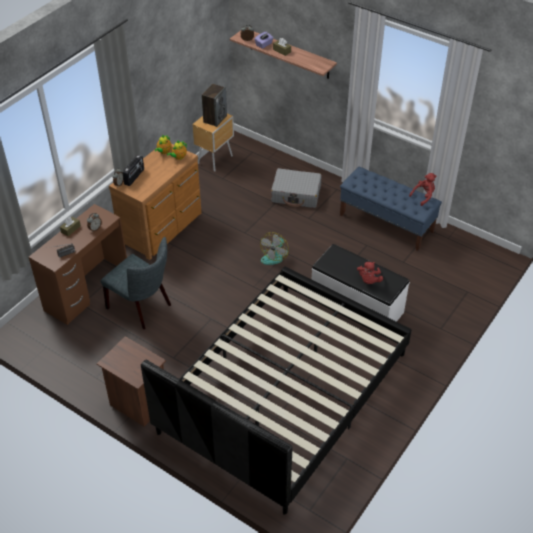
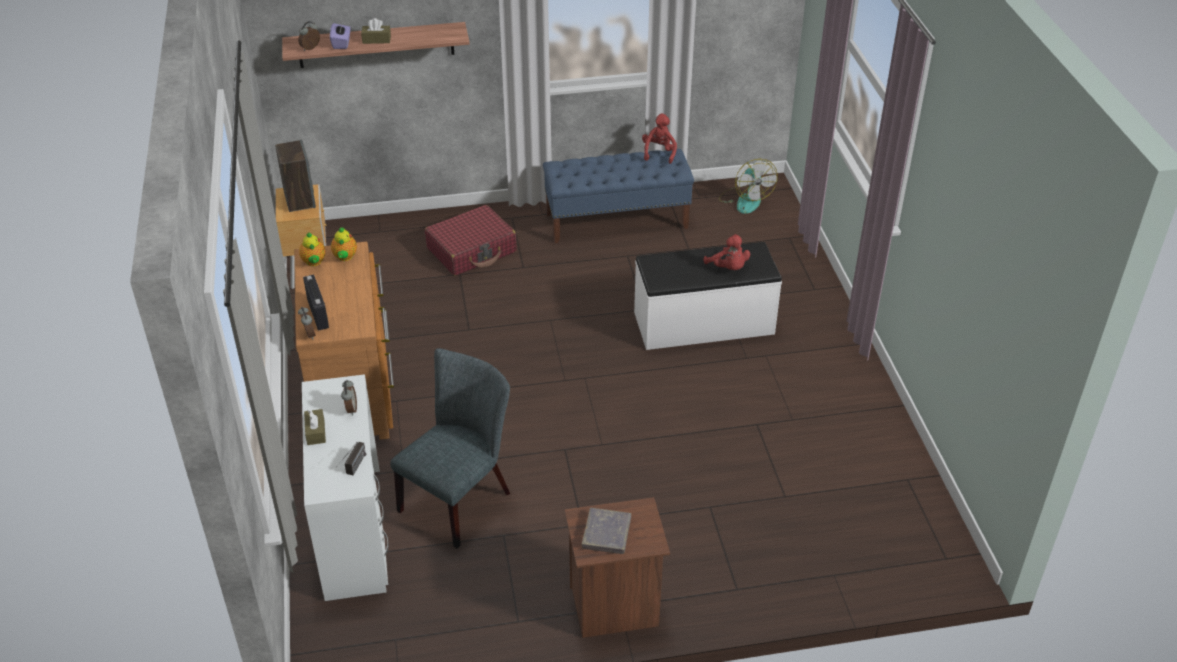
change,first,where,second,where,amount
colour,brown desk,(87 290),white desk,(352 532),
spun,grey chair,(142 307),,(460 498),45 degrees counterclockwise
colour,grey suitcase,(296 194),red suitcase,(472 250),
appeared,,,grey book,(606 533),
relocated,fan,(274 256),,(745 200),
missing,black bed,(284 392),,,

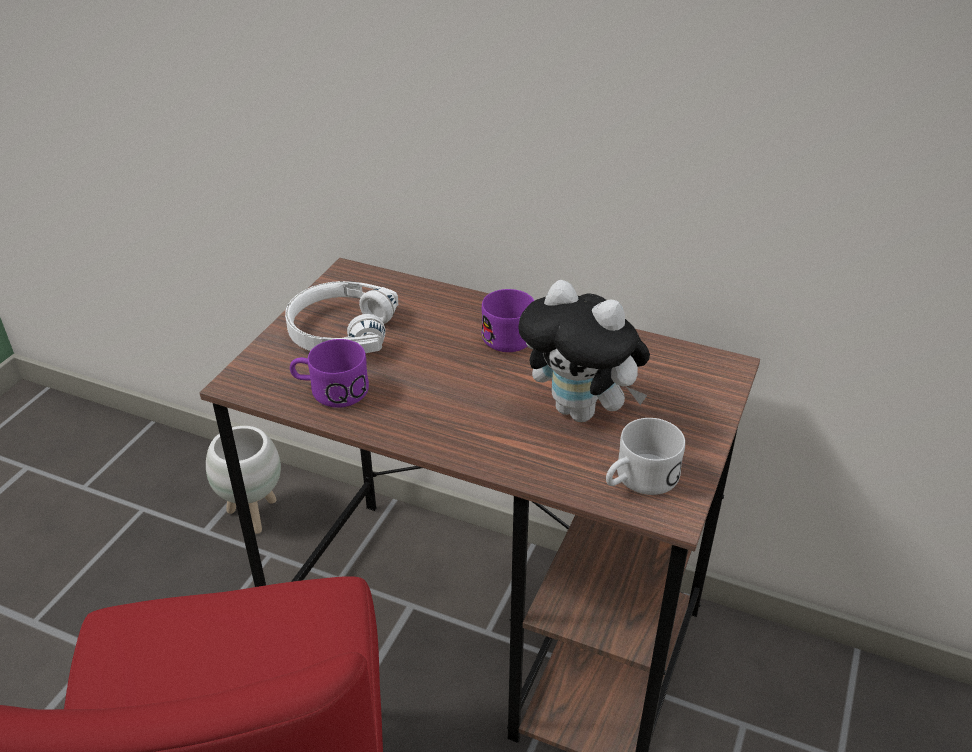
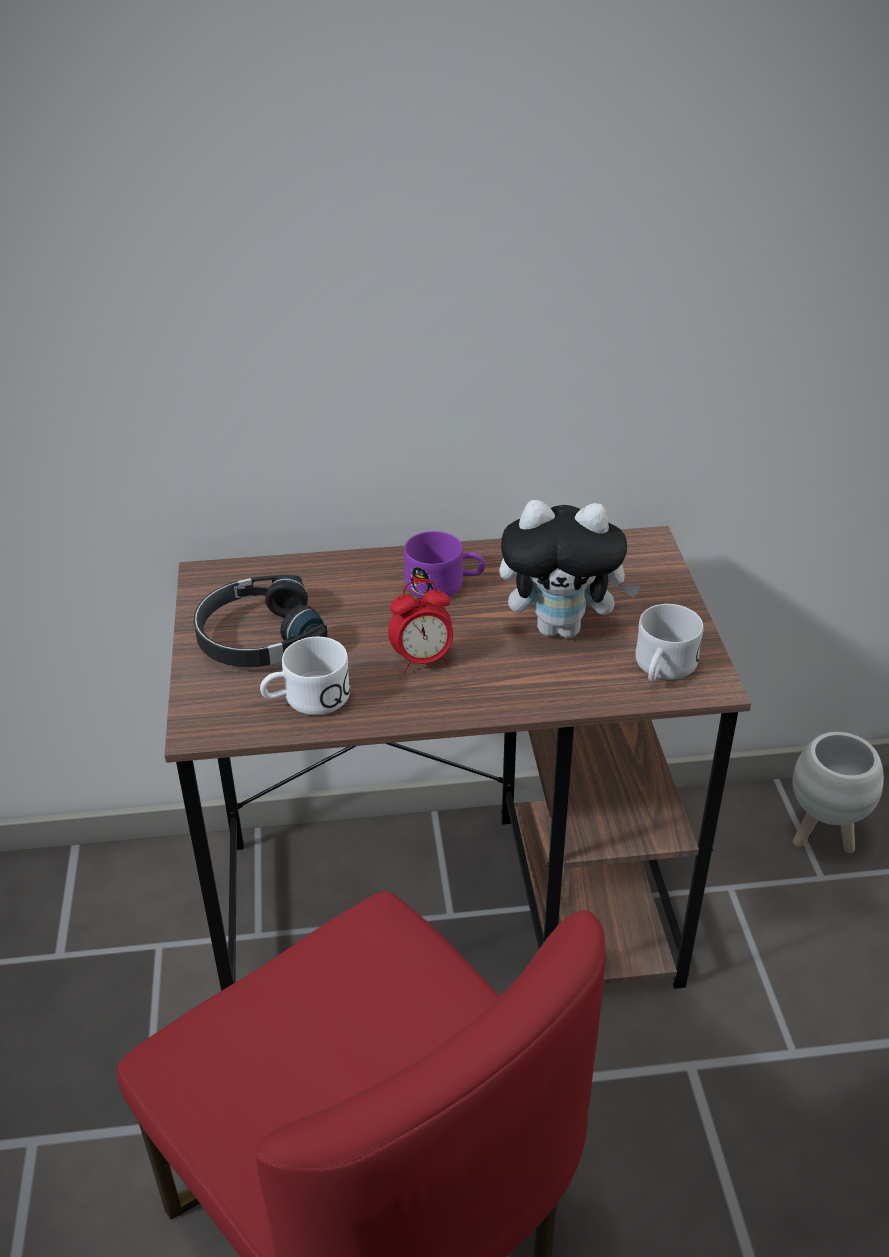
change,first,where,second,where,amount
colour,white headphones,(340 331),black headphones,(258 637),
colour,purple mug,(330 391),white mug,(306 699),
appeared,,,alarm clock,(422 660),
relocated,white planter,(254 515),,(823 836),

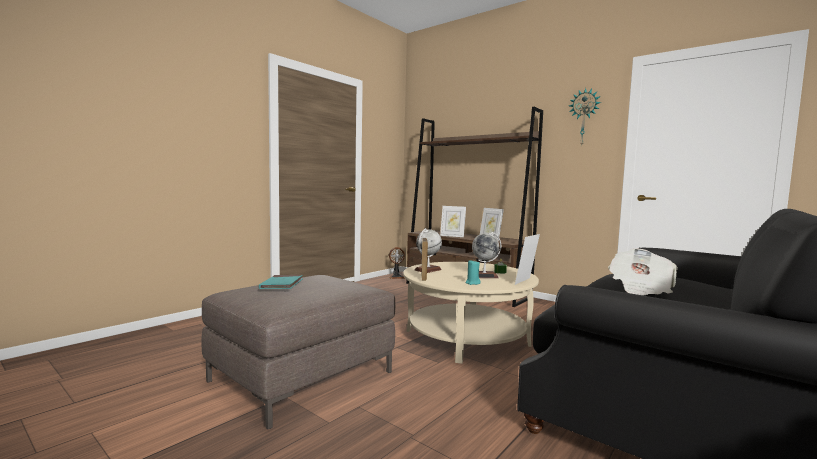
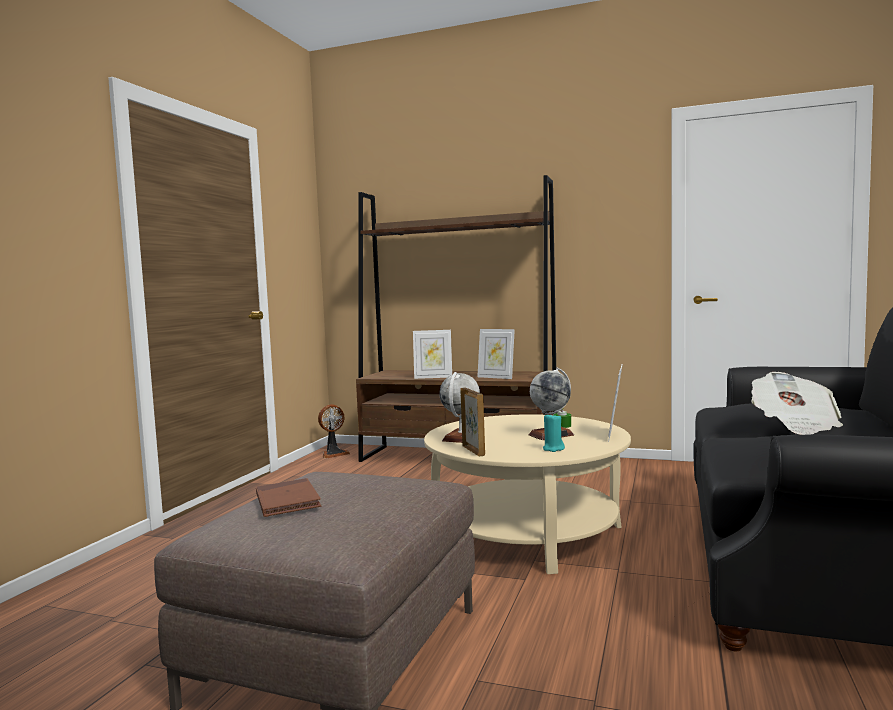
change,first,where,second,where,amount
colour,turquoise book,(282 285),brown book,(287 502),
missing,wall clock,(584 117),,,

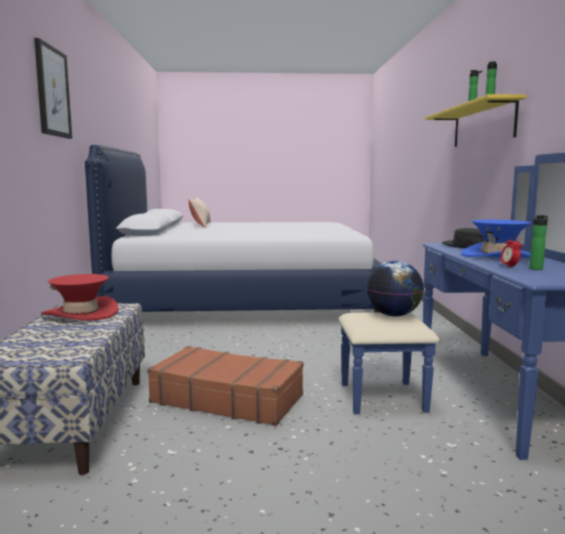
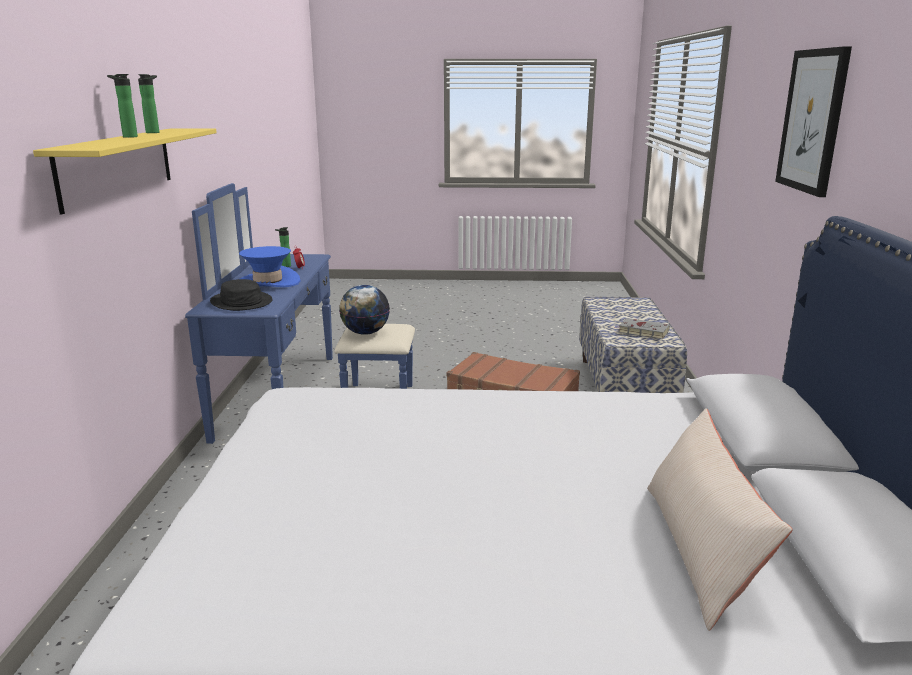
change,first,where,second,where,amount
exchanged,red hat,(81 314),grey book,(642 331),

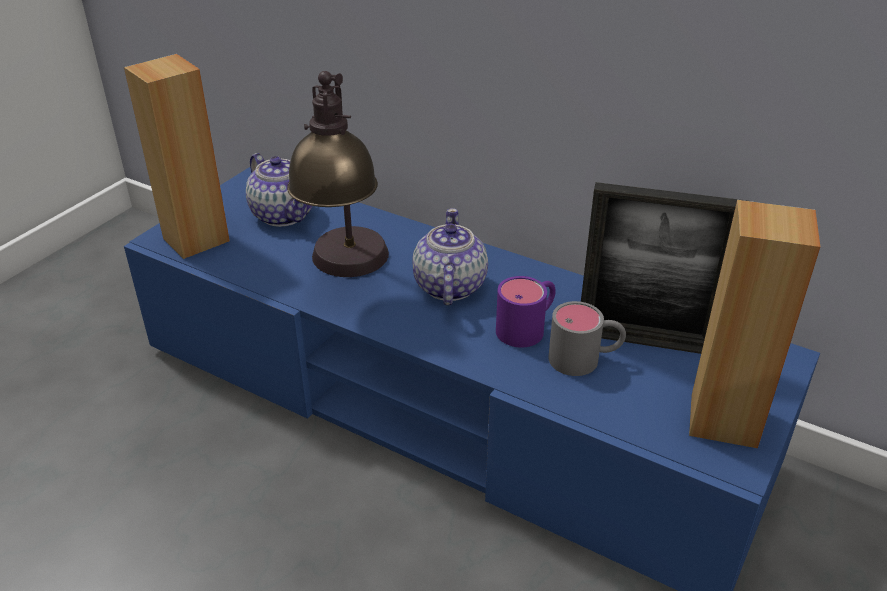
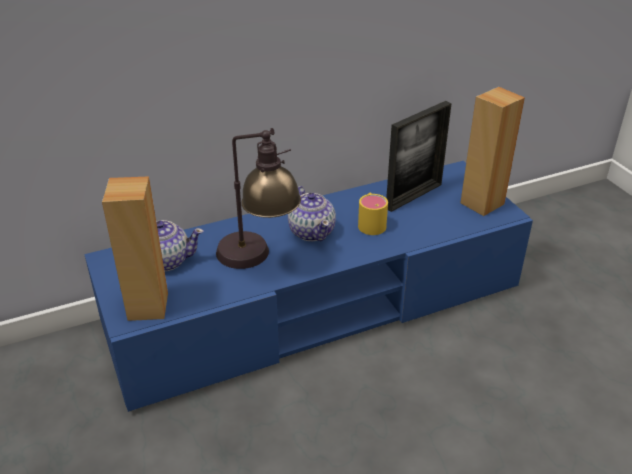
change,first,where,second,where,amount
spun,teapot,(449 287),,(312 231),150 degrees counterclockwise
colour,purple mug,(528 327),yellow mug,(371 222),
missing,grey mug,(585 359),,,

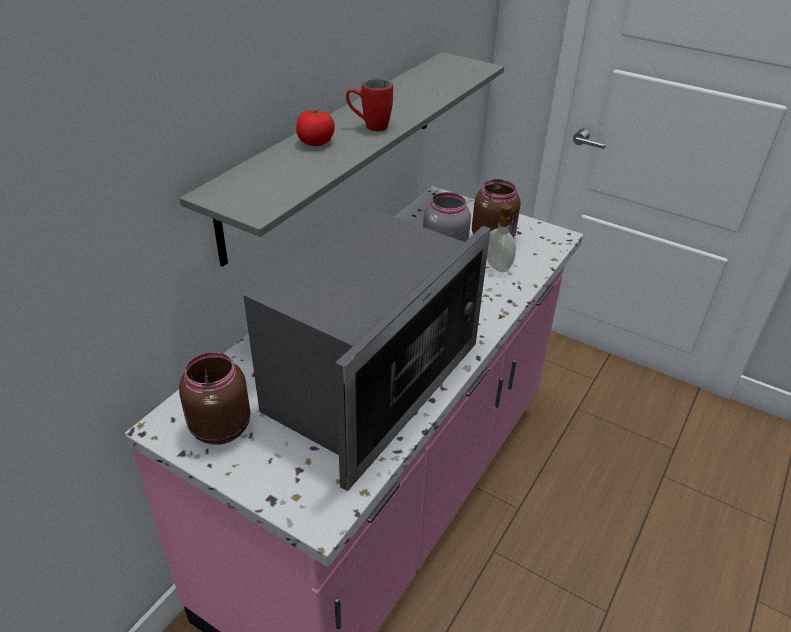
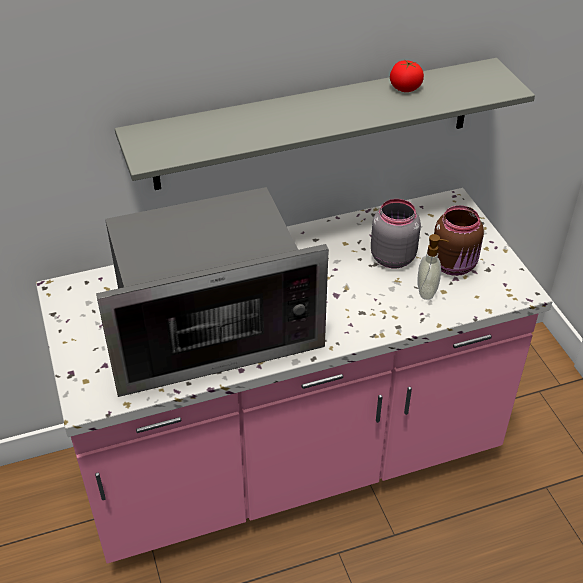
change,first,where,second,where,amount
relocated,tomato,(315 142),,(405 88),
missing,brown jar,(218 429),,,
missing,red mug,(369 126),,,

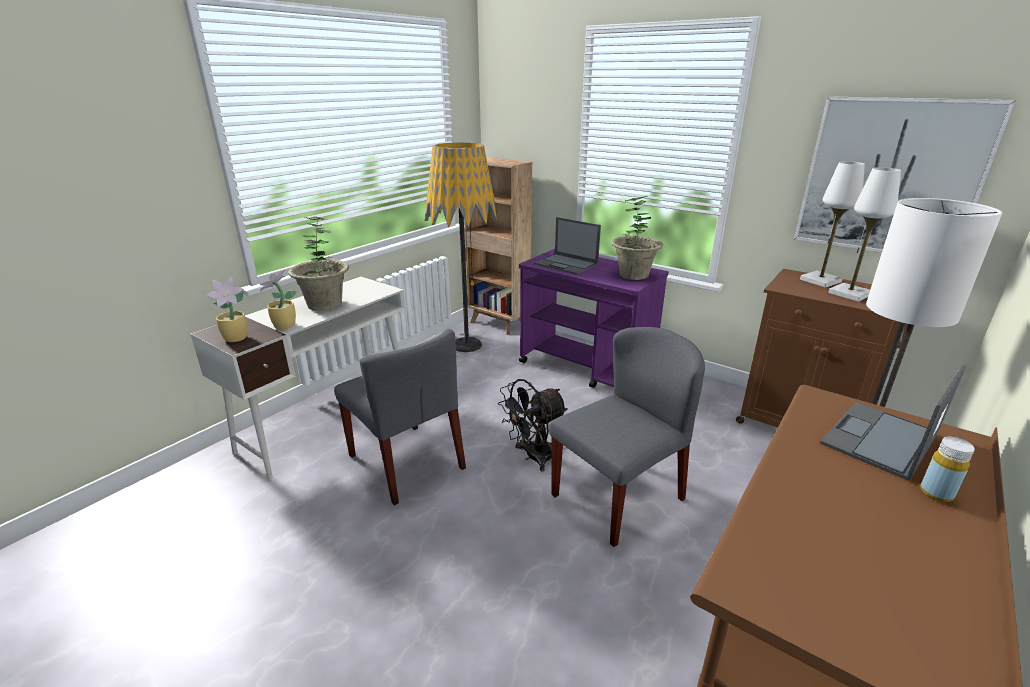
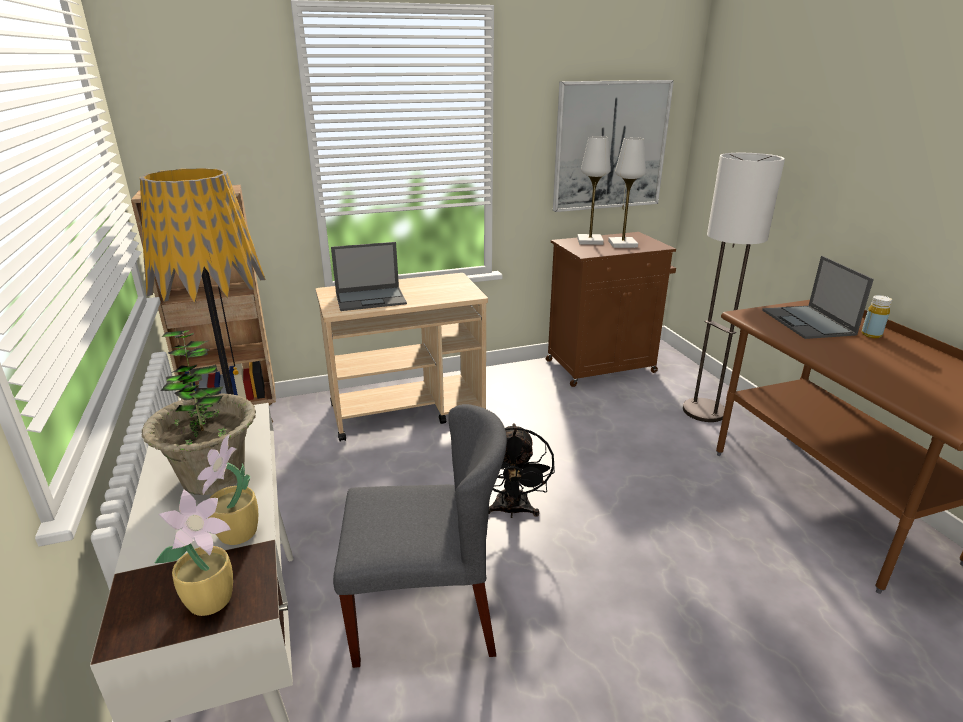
change,first,where,second,where,amount
colour,purple cart,(586 368),beige cart,(408 410),
missing,grey chair,(618 496),,,
missing,potted plant,(633 275),,,

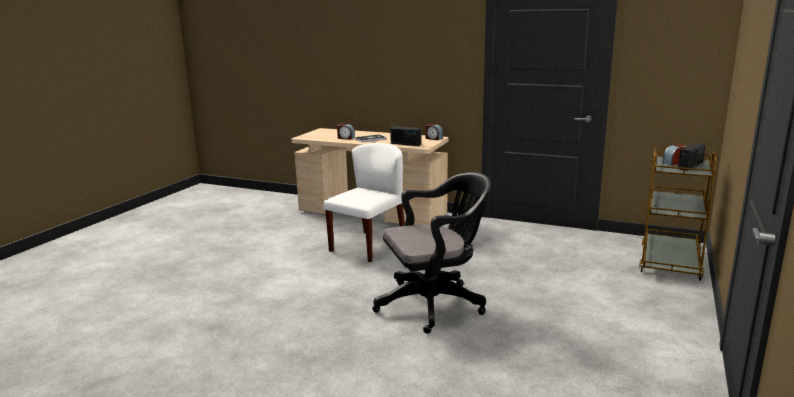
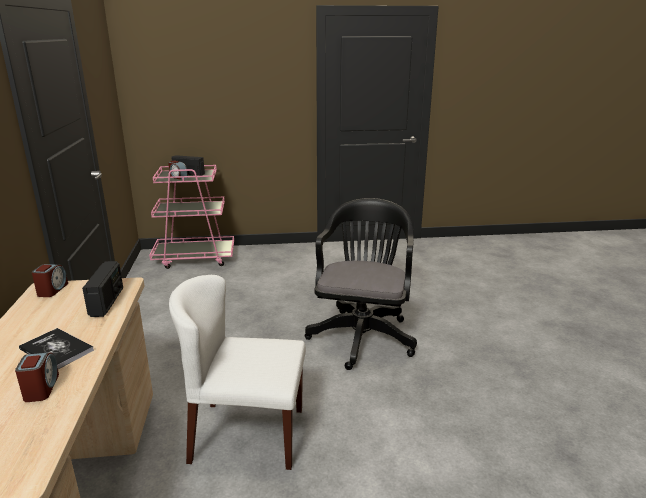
change,first,where,second,where,amount
colour,brown cart,(670 263),pink cart,(195 258),
spun,black office chair,(435 304),,(362 335),60 degrees clockwise

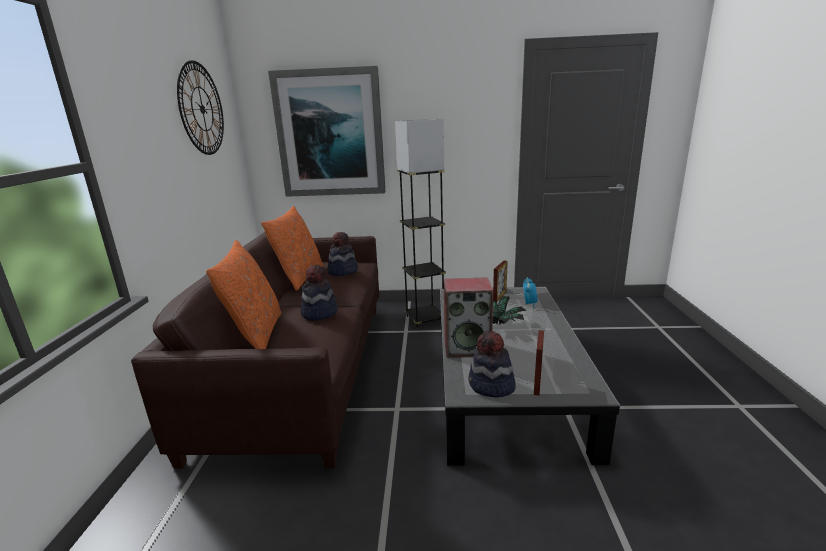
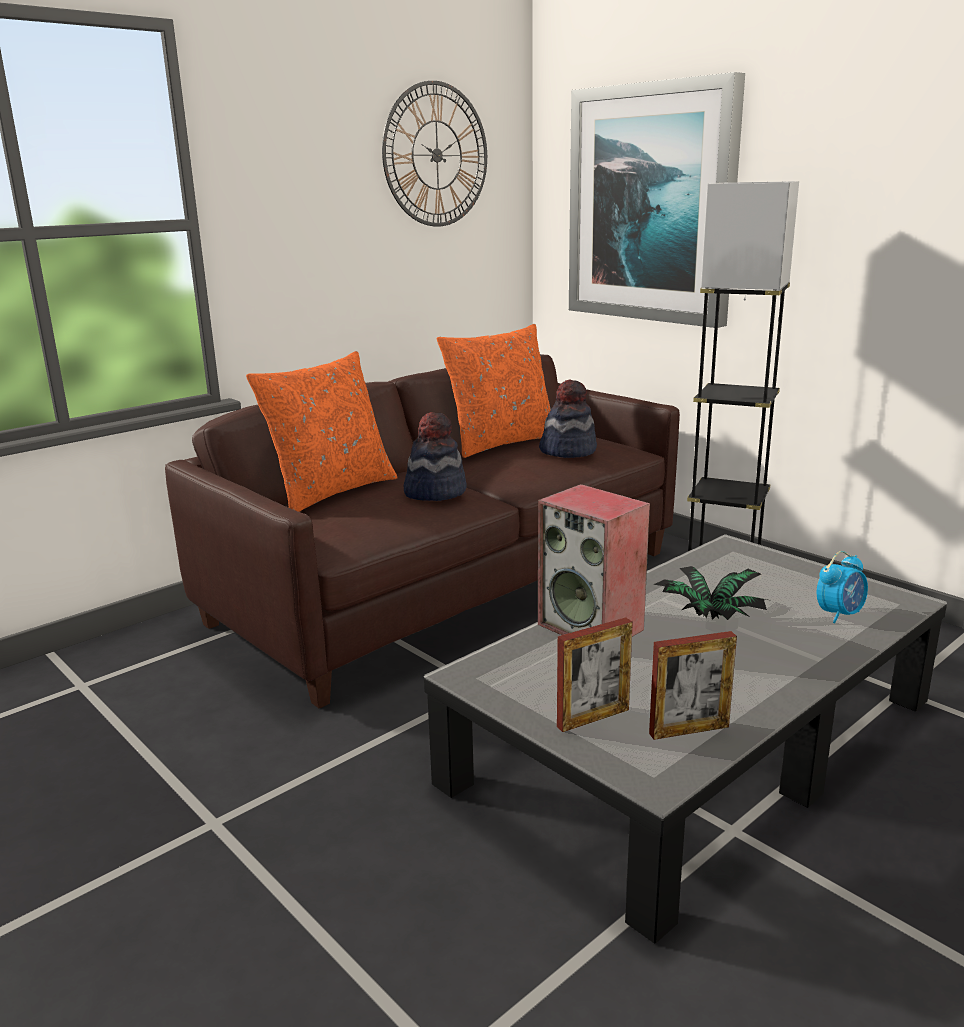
change,first,where,second,where,amount
relocated,picture frame,(499 297),,(689 730),
missing,hat,(491 386),,,

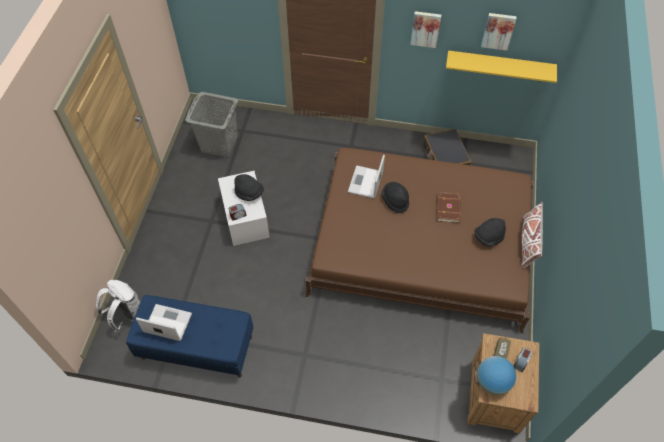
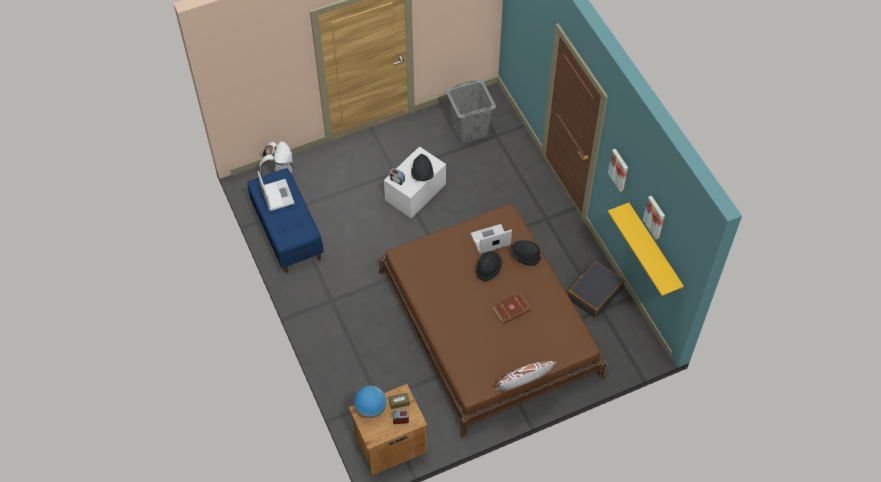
change,first,where,second,where,amount
relocated,black hat,(488 237),,(525 256),

